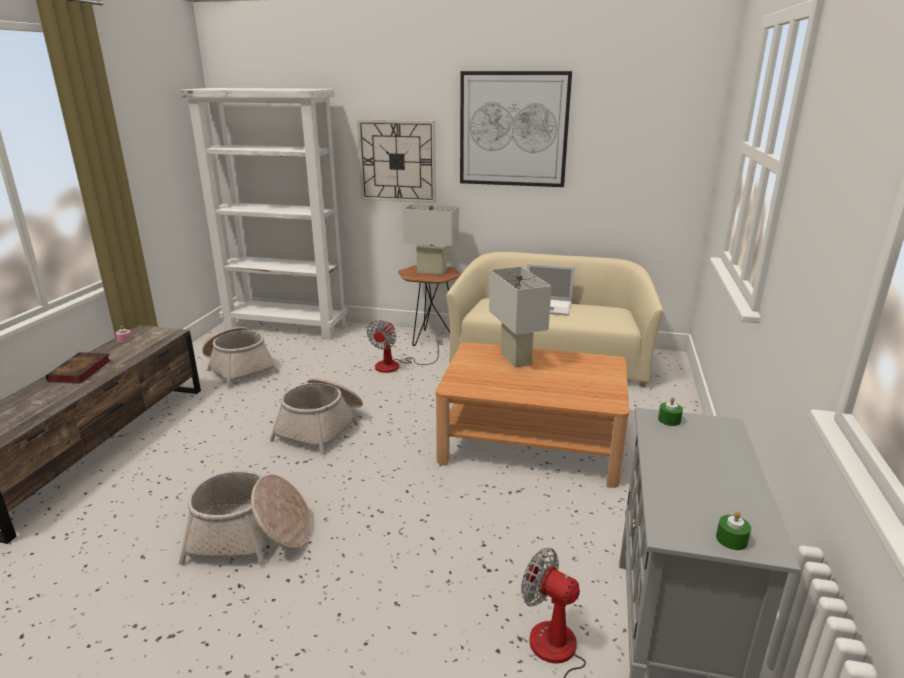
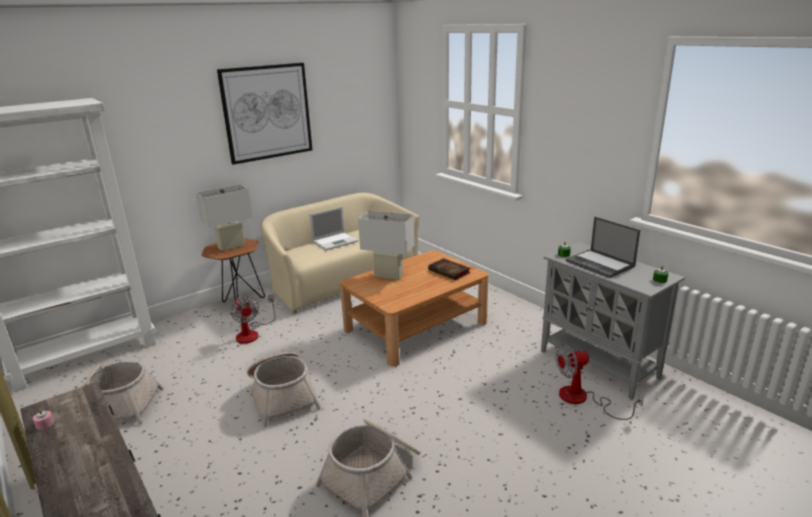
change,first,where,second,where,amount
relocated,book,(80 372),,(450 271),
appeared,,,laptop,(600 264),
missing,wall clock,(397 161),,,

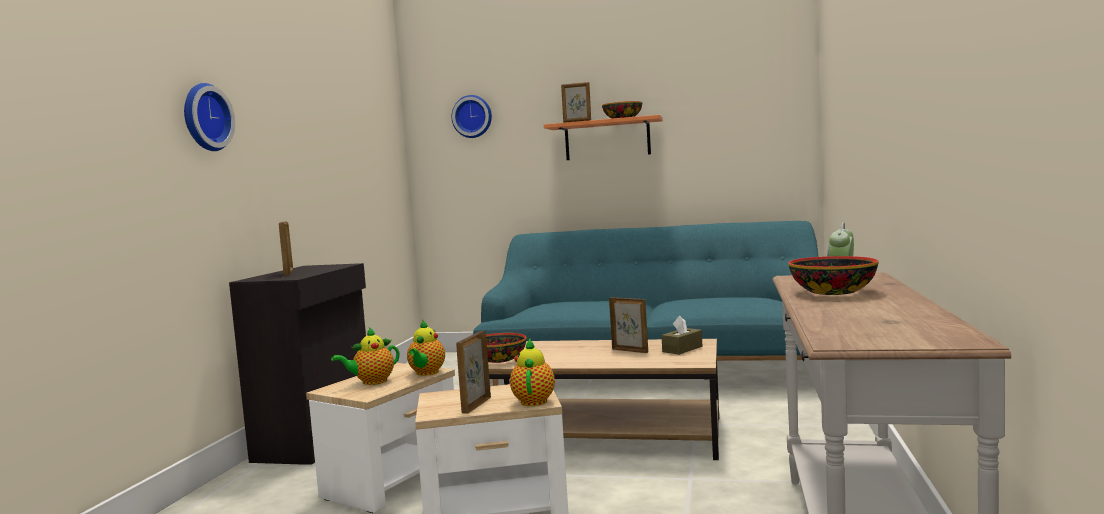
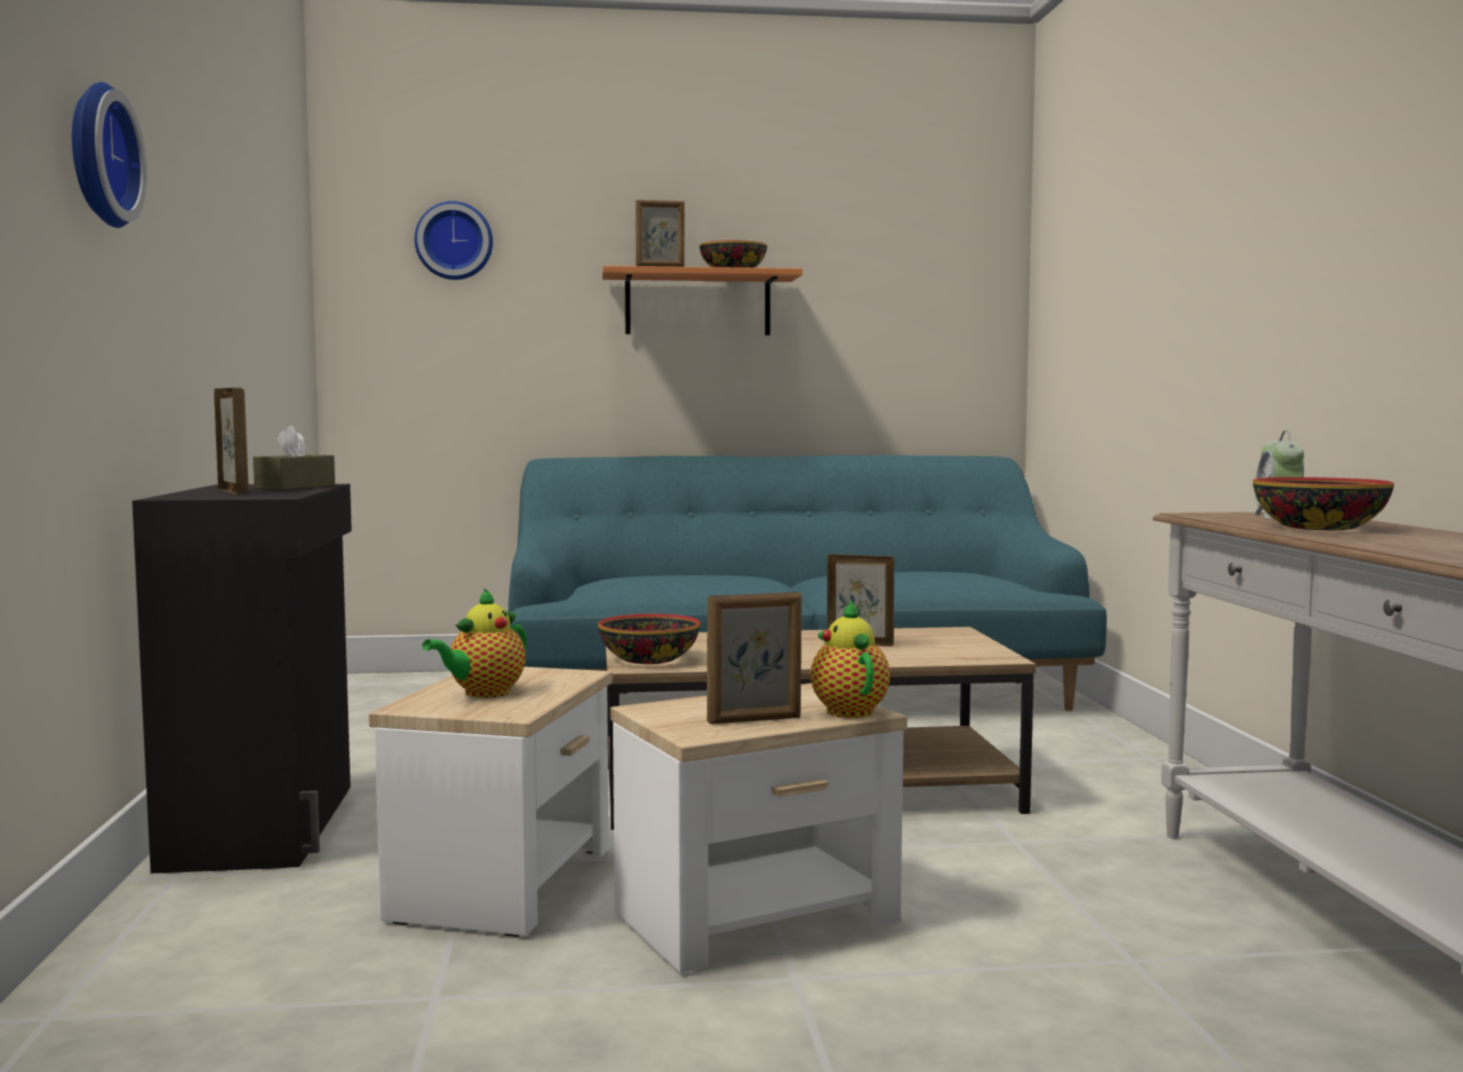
change,first,where,second,where,amount
relocated,brown tissue box,(682 349),,(295 487),
spun,picture frame,(476 405),,(754 720),105 degrees counterclockwise
missing,teapot,(426 373),,,

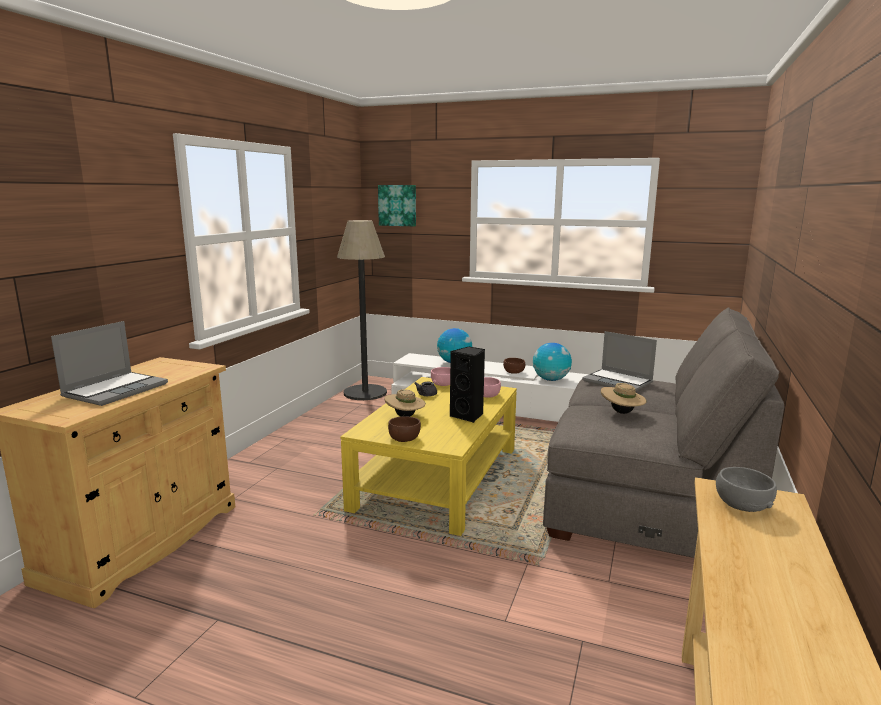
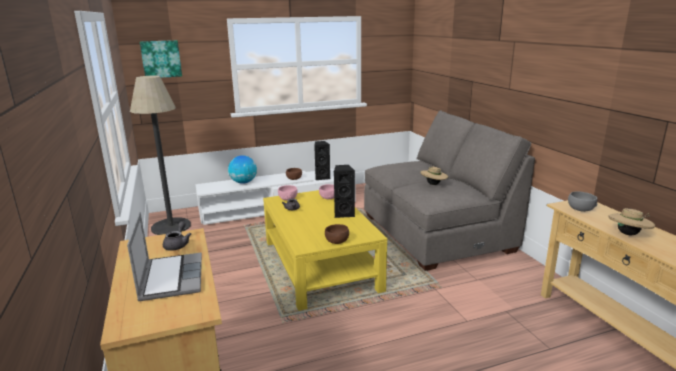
change,first,where,second,where,amount
appeared,,,grey teapot,(178 244),
exchanged,globe,(551 380),black speaker,(322 177),
relocated,beige hat,(405 416),,(628 234),
missing,laptop,(618 382),,,

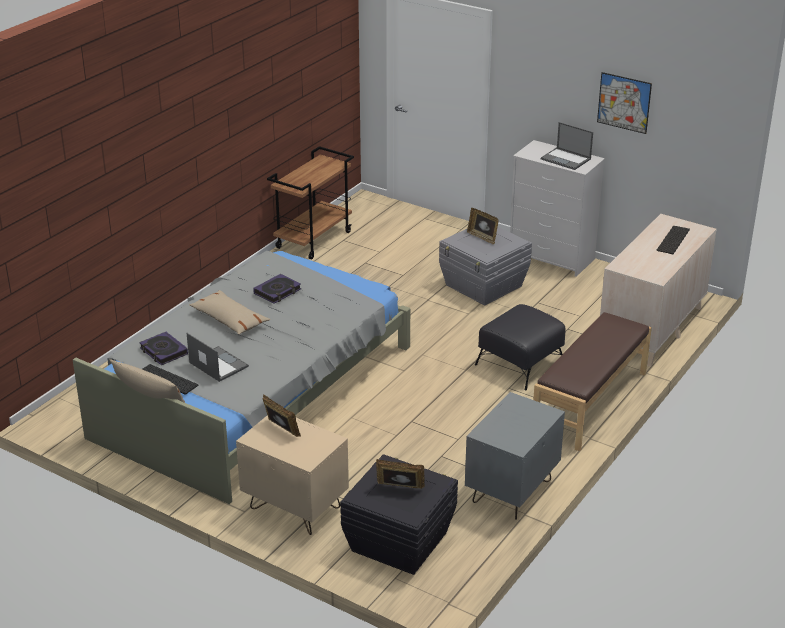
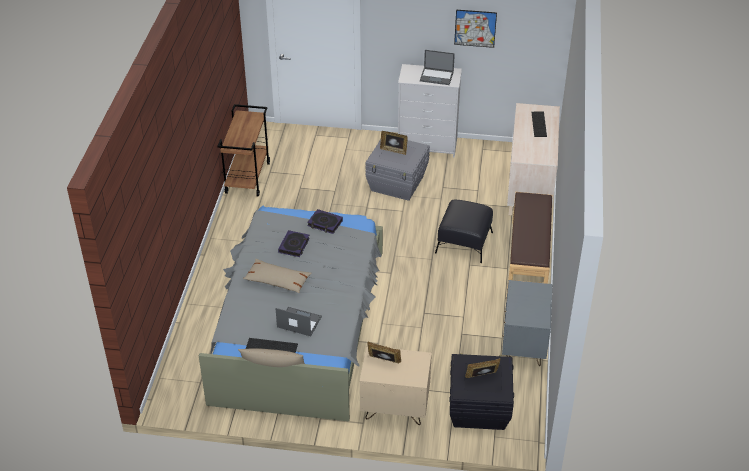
change,first,where,second,where,amount
relocated,book,(163 351),,(325 223),

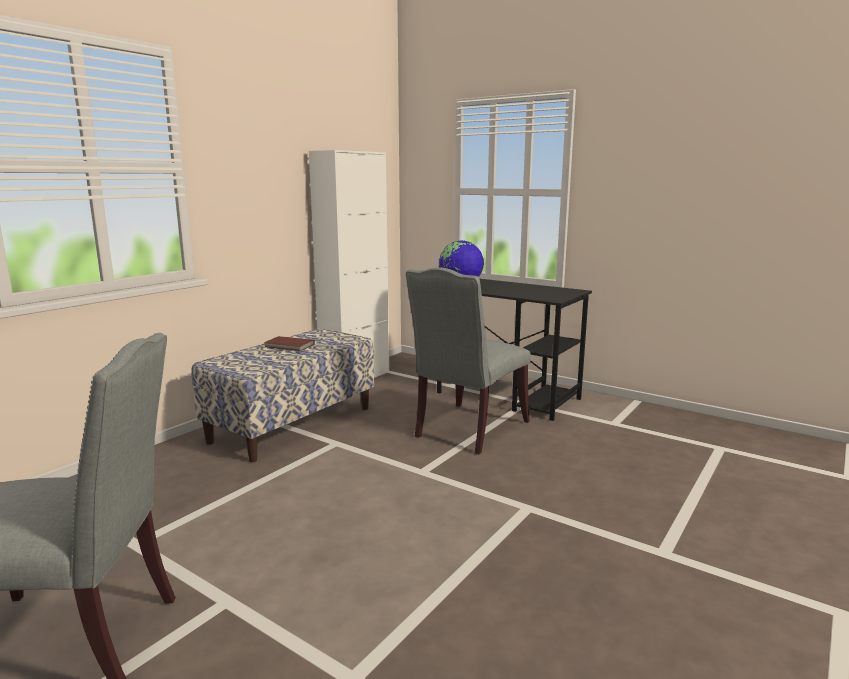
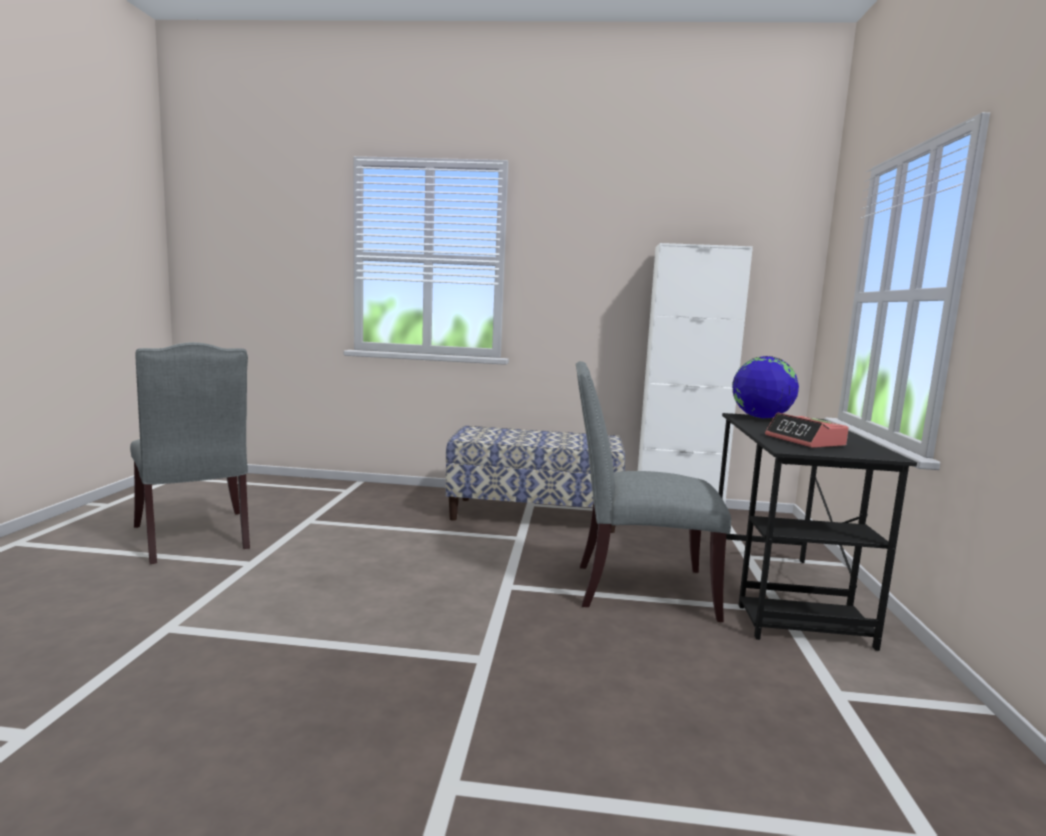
change,first,where,second,where,amount
appeared,,,alarm clock,(805 441),
missing,brown book,(289 346),,,

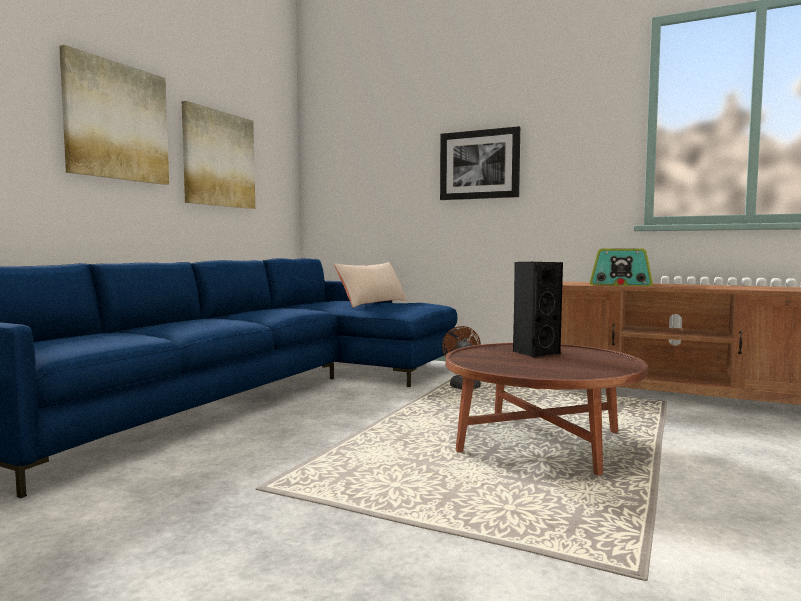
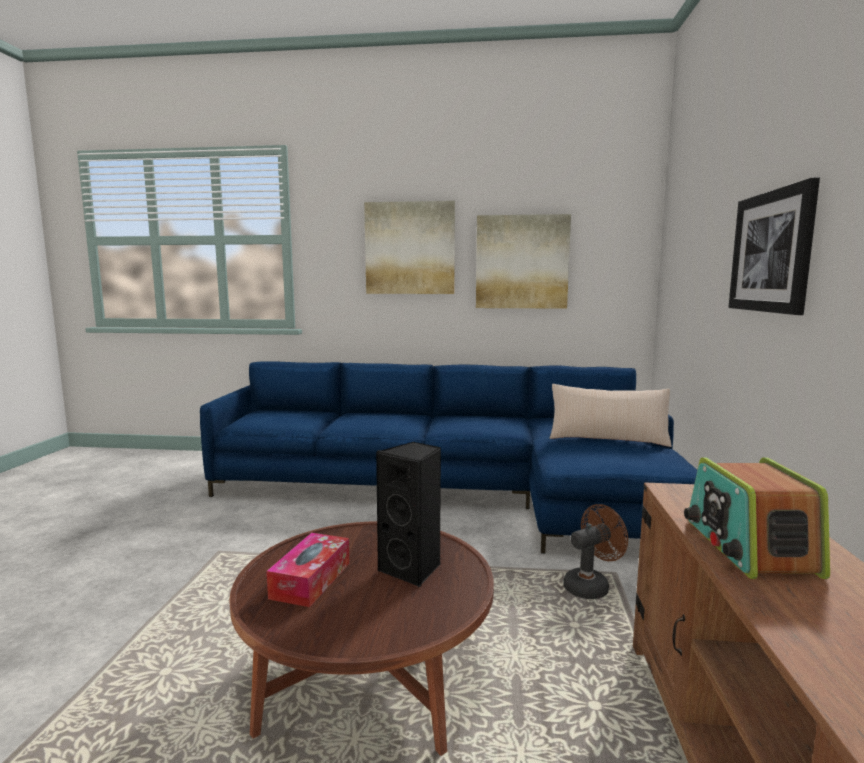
change,first,where,second,where,amount
appeared,,,tissue box,(311 580),

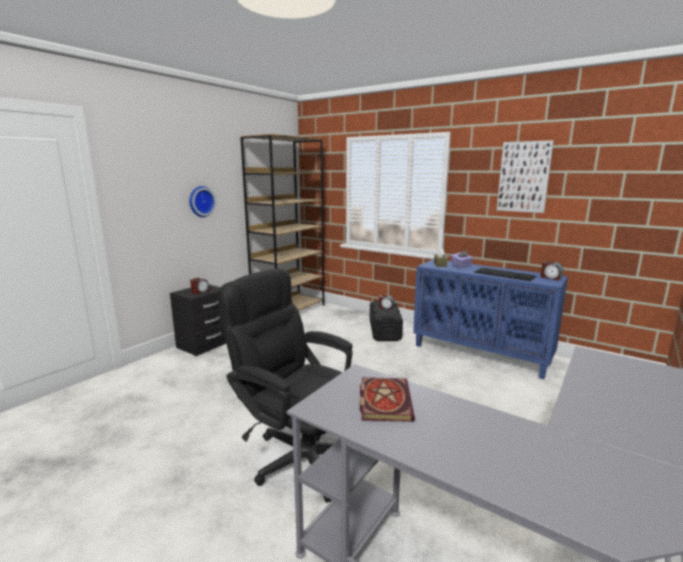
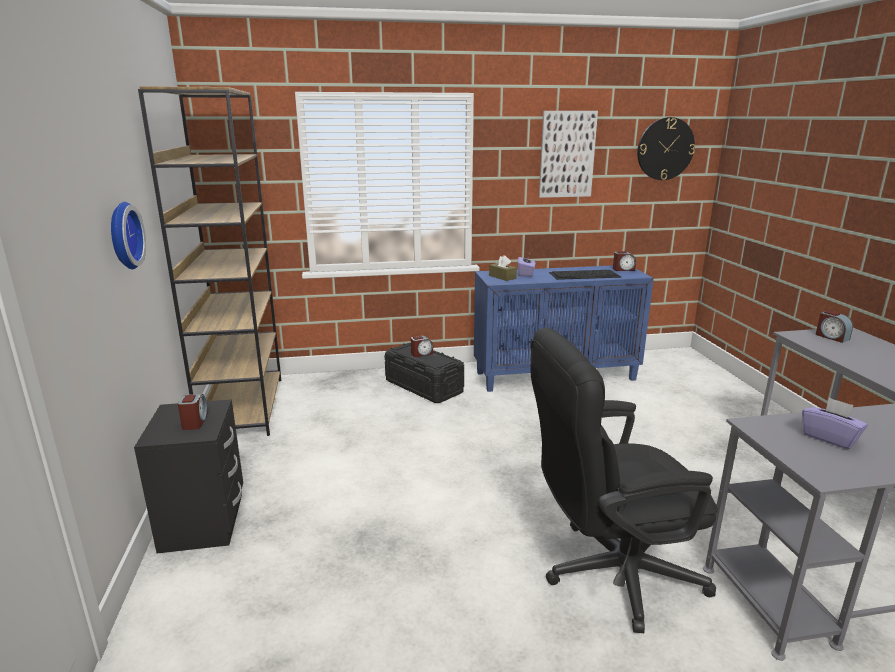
change,first,where,second,where,amount
appeared,,,wall clock,(665 149),
exchanged,book,(383 400),purple tissue box,(829 438),
appeared,,,alarm clock,(831 337),

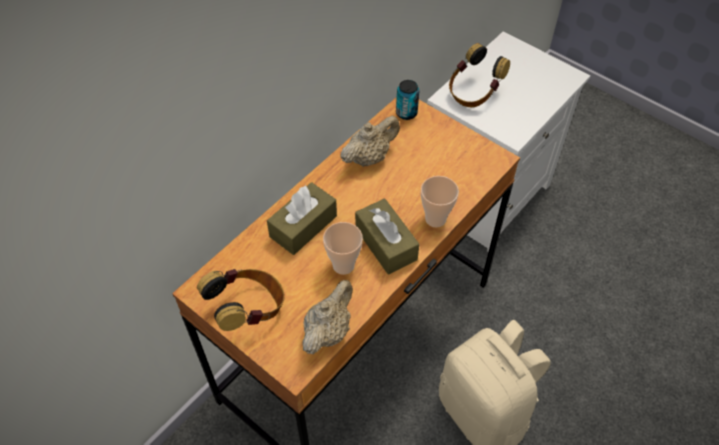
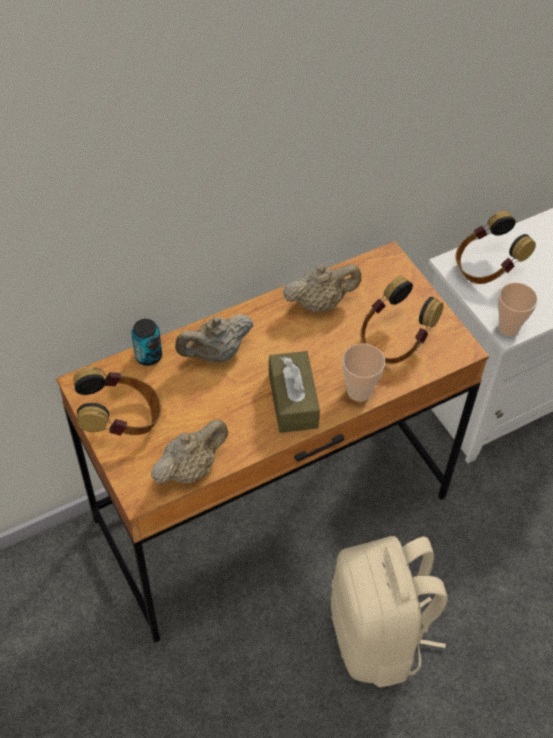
change,first,where,second,where,amount
relocated,can,(406 113),,(148 356),
exchanged,brown tissue box,(303 226),beige teapot,(216 354),
appeared,,,headphones,(394 341),
relocated,cup,(343 265),,(508 327),

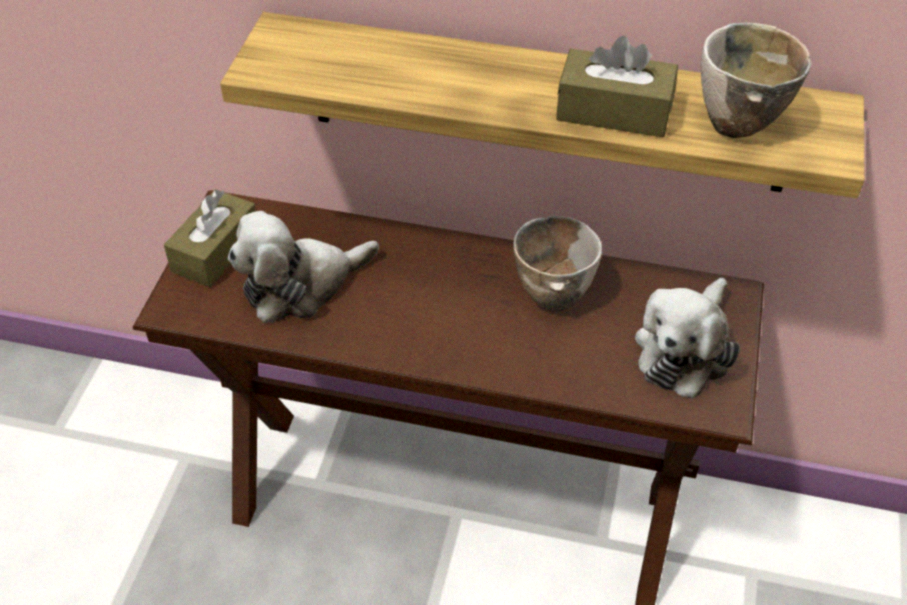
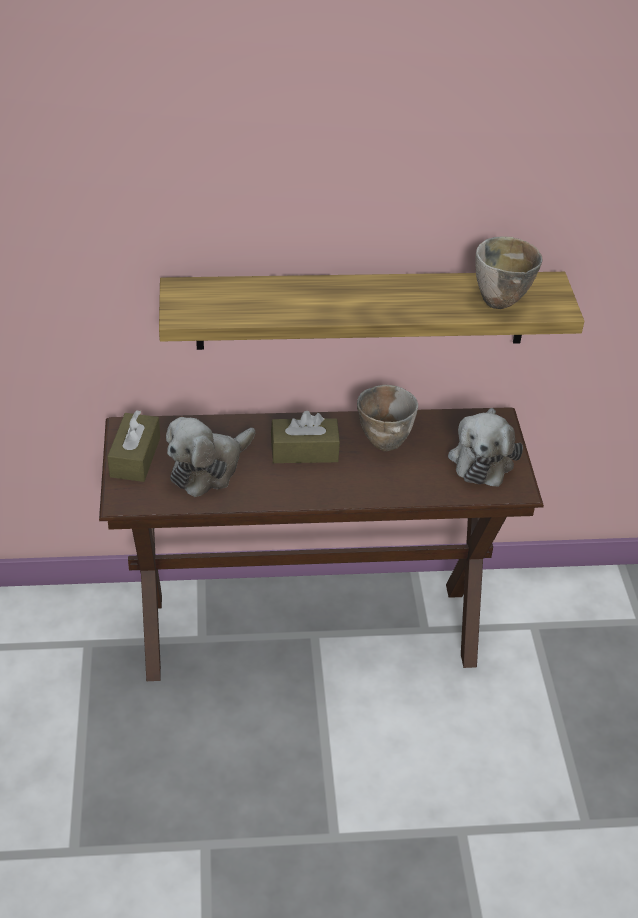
change,first,where,second,where,amount
relocated,brown tissue box,(614 111),,(304 451),

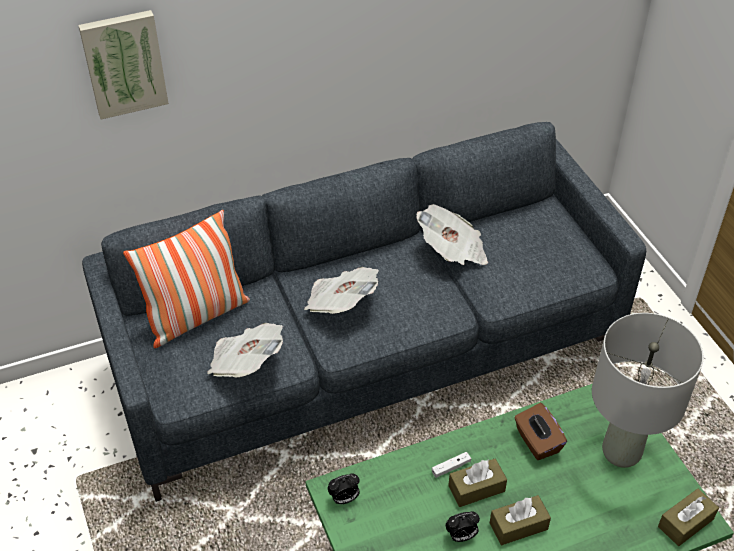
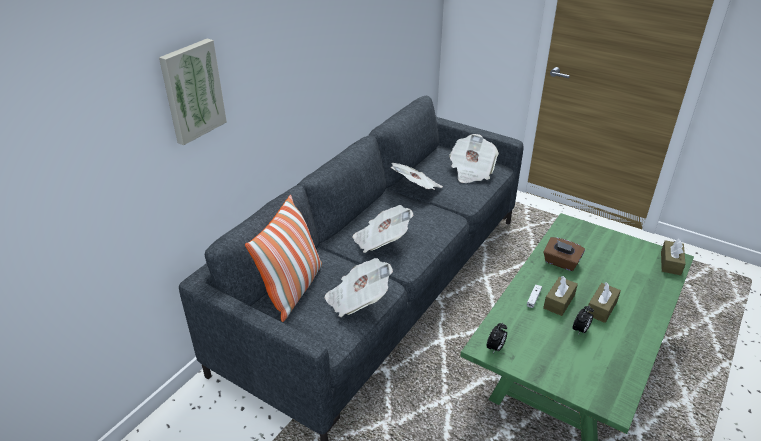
change,first,where,second,where,amount
appeared,,,newspaper,(471 171),
missing,grey table lamp,(622 452),,,

